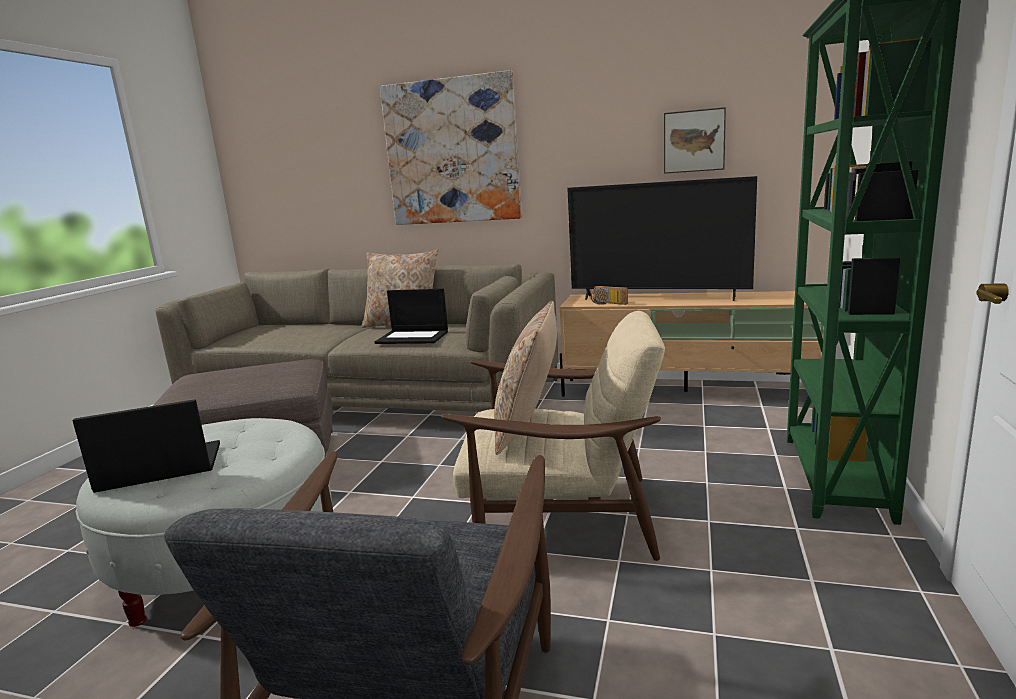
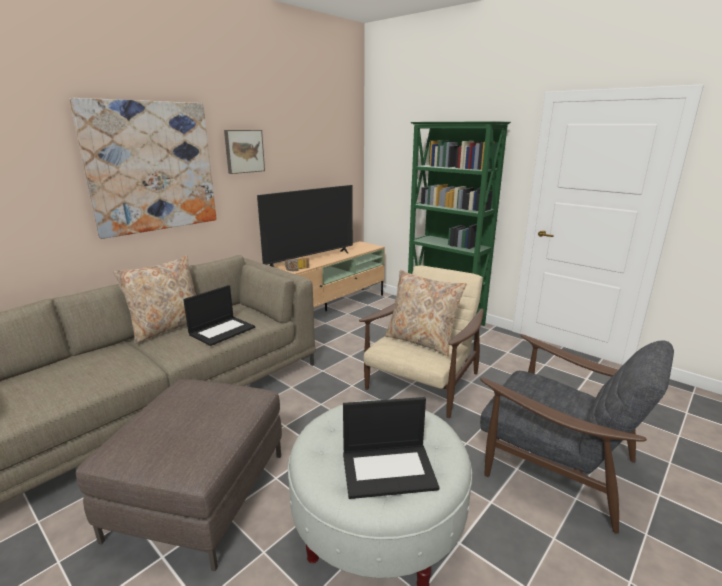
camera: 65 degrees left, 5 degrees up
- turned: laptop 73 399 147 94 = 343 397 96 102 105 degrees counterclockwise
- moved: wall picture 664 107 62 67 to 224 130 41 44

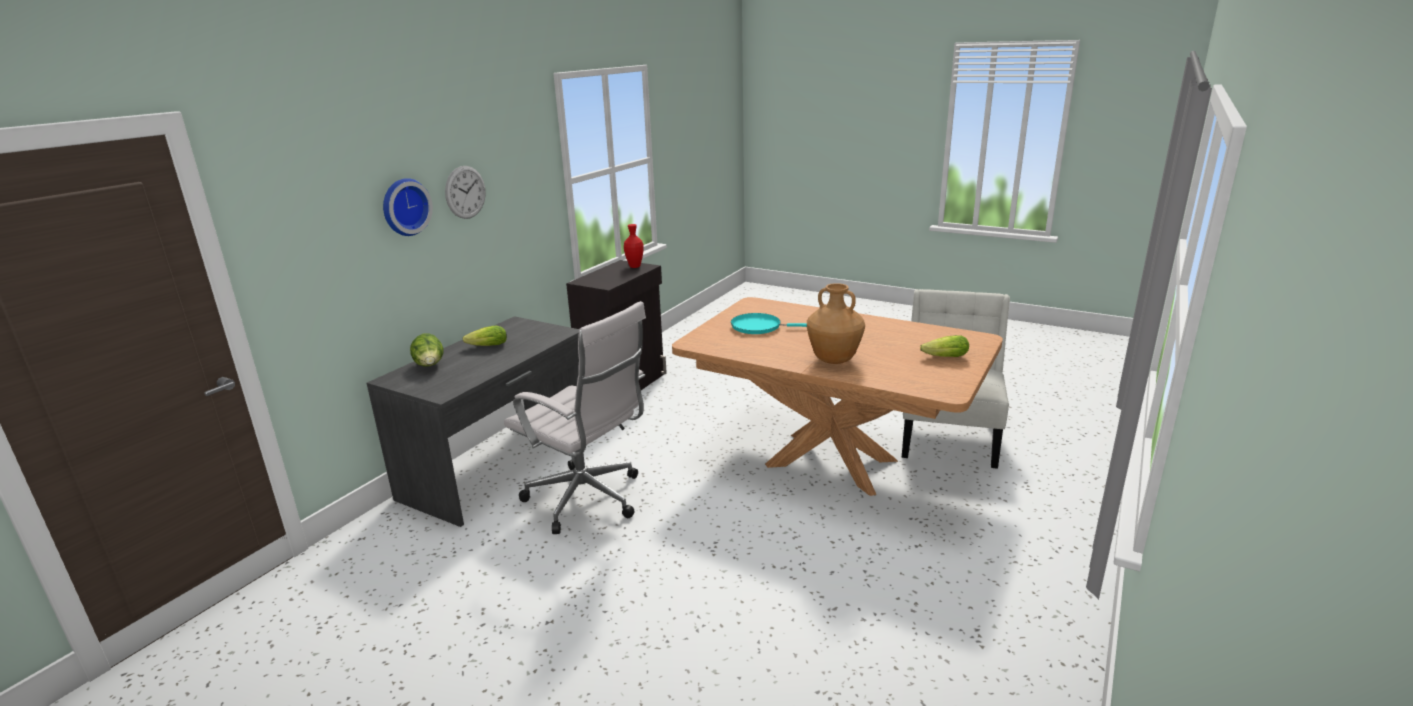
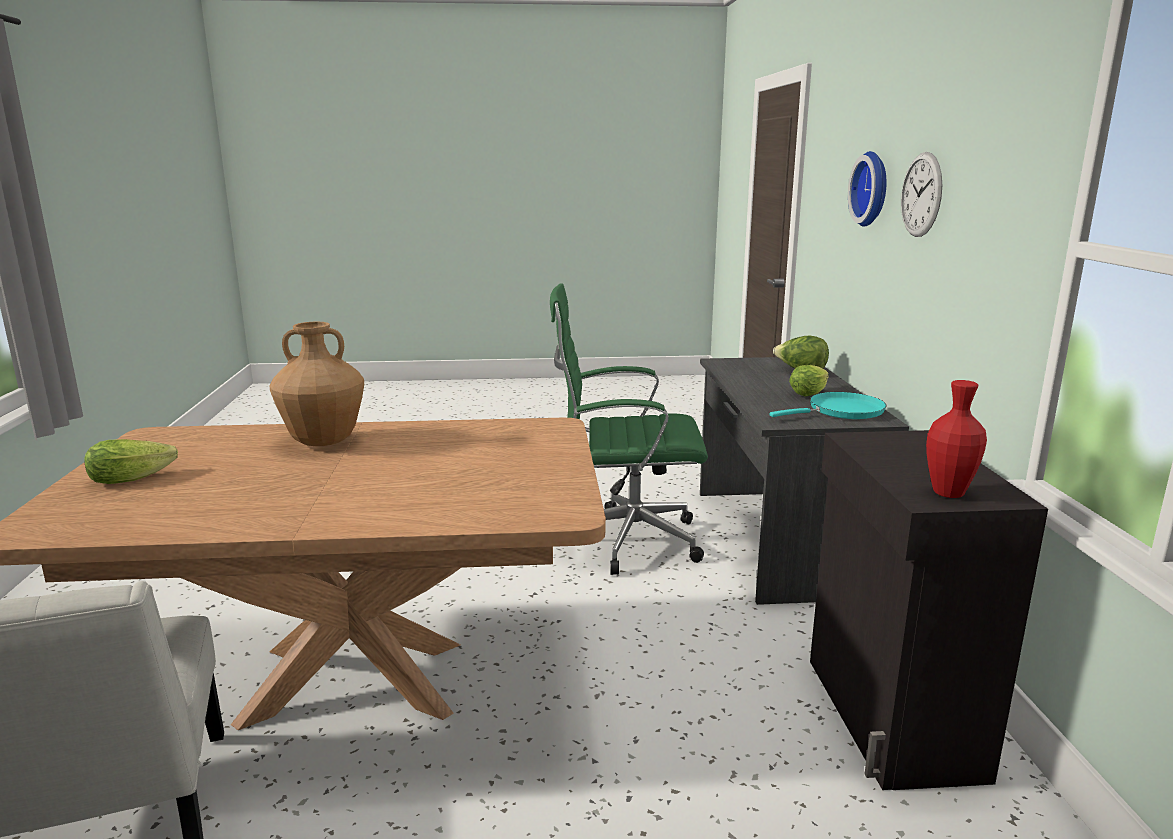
camera: 145 degrees right, 5 degrees down
- recoloured: whitish desk chair 504 301 142 233 to green desk chair 550 283 158 292
- moved: turquoise-coloured skillet 731 313 76 21 to 769 392 118 27

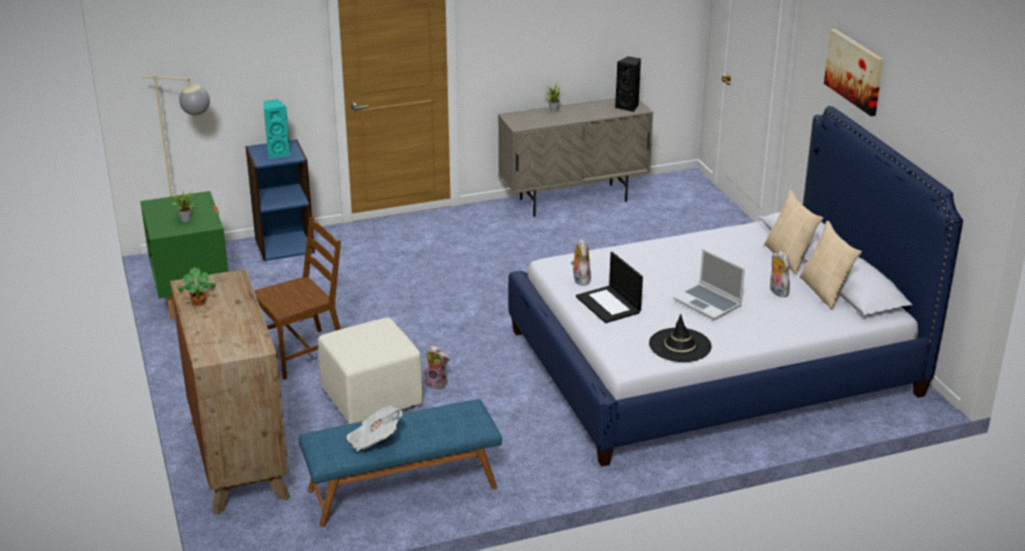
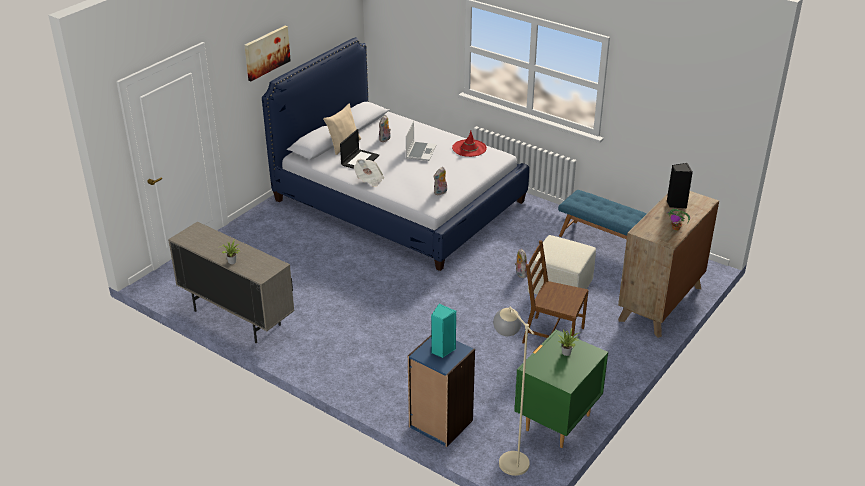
camera: 125 degrees left, 5 degrees up
- moved: daily paper 346 405 56 47 to 354 159 30 28
- moved: laptop 576 252 67 71 to 340 129 39 40
- moved: black audio speaker 615 56 26 56 to 667 163 26 45
- recoloured: black hat 649 314 63 48 to reddish hat 452 131 35 26
- removed: sand-coloured cushion 800 221 62 89

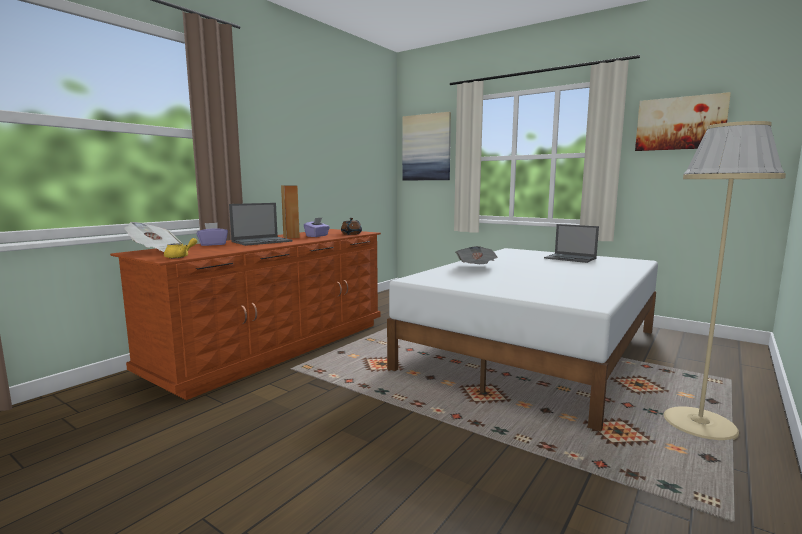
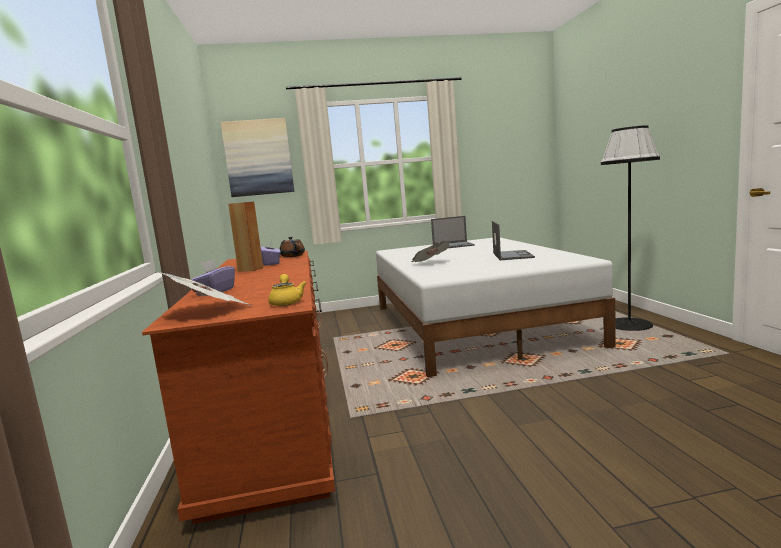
camera: 45 degrees left, 0 degrees up
- moved: laptop 229 203 63 43 to 492 221 43 39
- removed: wall picture 635 92 96 59
- recoloured: sand-coloured standard lamp 664 121 122 319 to black standard lamp 601 125 59 206

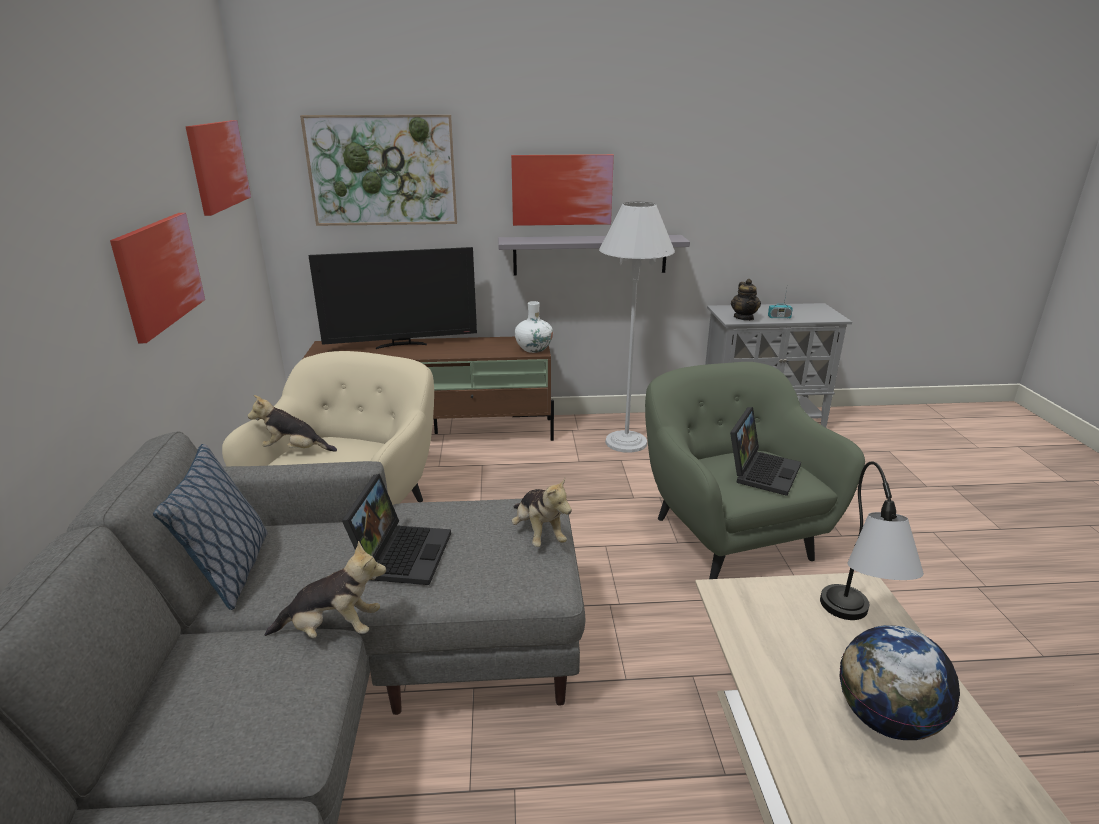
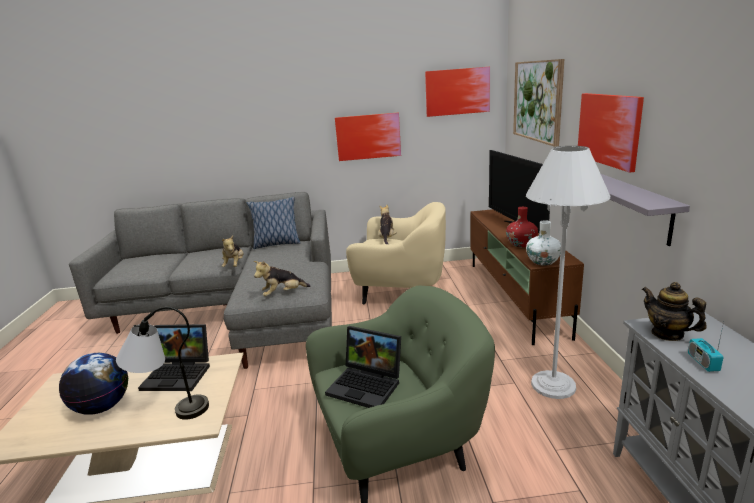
camera: 90 degrees right, 5 degrees down
- moved: laptop 342 474 109 111 to 138 324 72 67
- turned: tea pot 731 279 30 42 = 642 282 65 59 60 degrees clockwise
- added: reddish flower vase 506 207 32 40

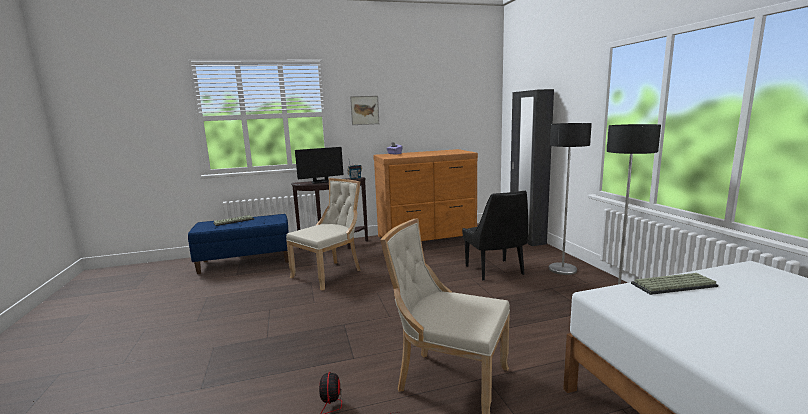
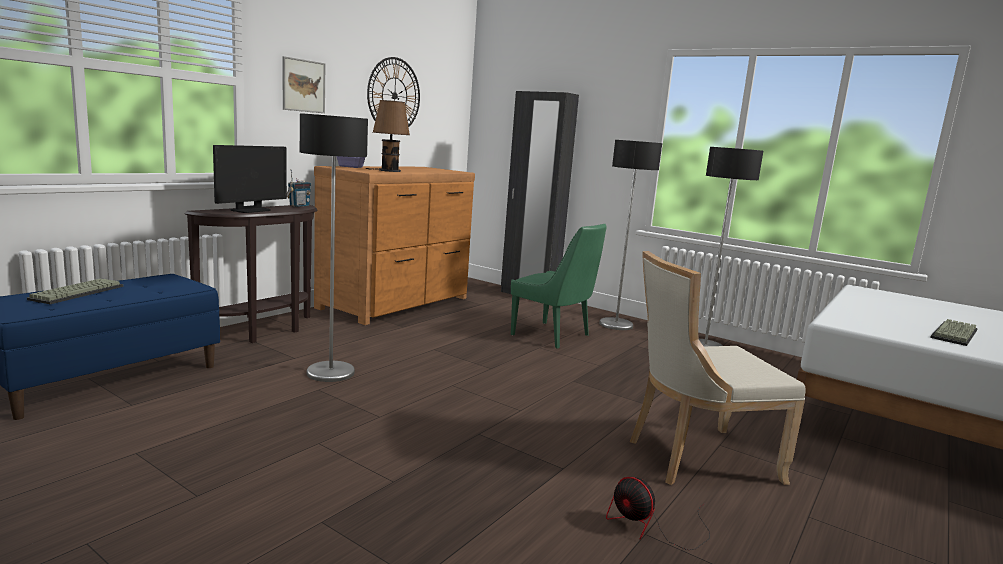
camera: 40 degrees left, 0 degrees up
- replaced: sand-coloured chair 286 178 75 113 to standard lamp 300 113 68 269
- recoloured: black chair 462 191 66 90 to green chair 511 224 96 125
- moved: computer keyboard 631 273 87 22 to 930 319 48 27
- added: brown-coloured table lamp 365 100 45 72
- added: clock on the wall 367 57 53 70

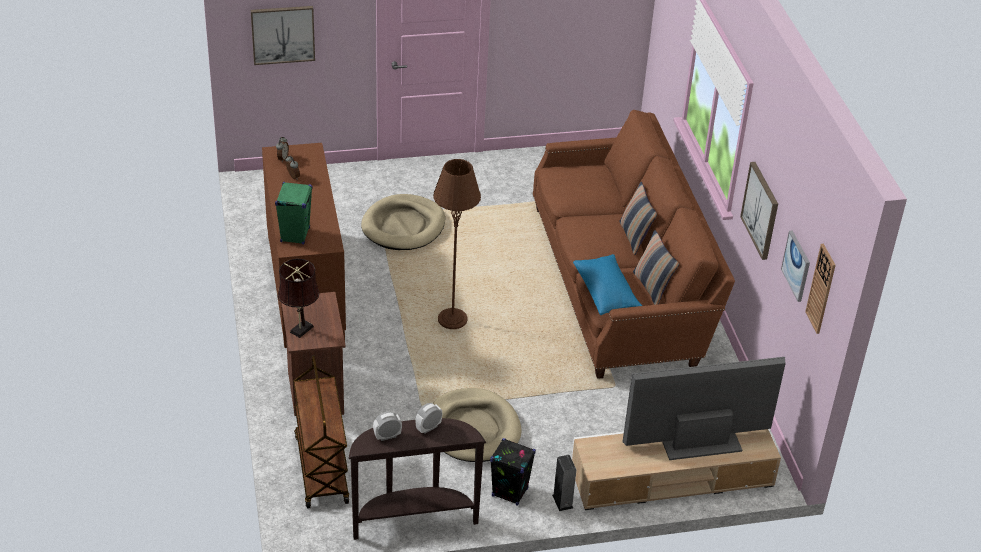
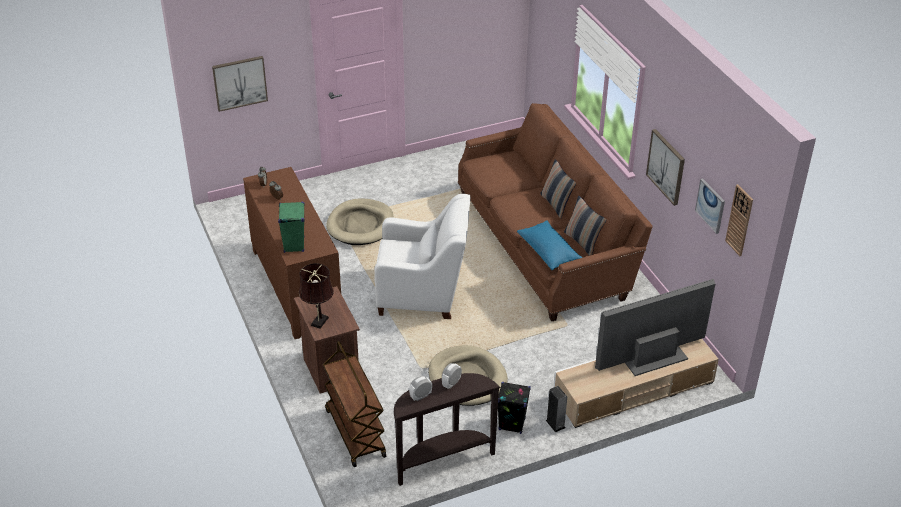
camera: 10 degrees left, 0 degrees up
- replaced: brown-coloured standard lamp 433 159 48 170 to whitish easy chair 374 194 96 125

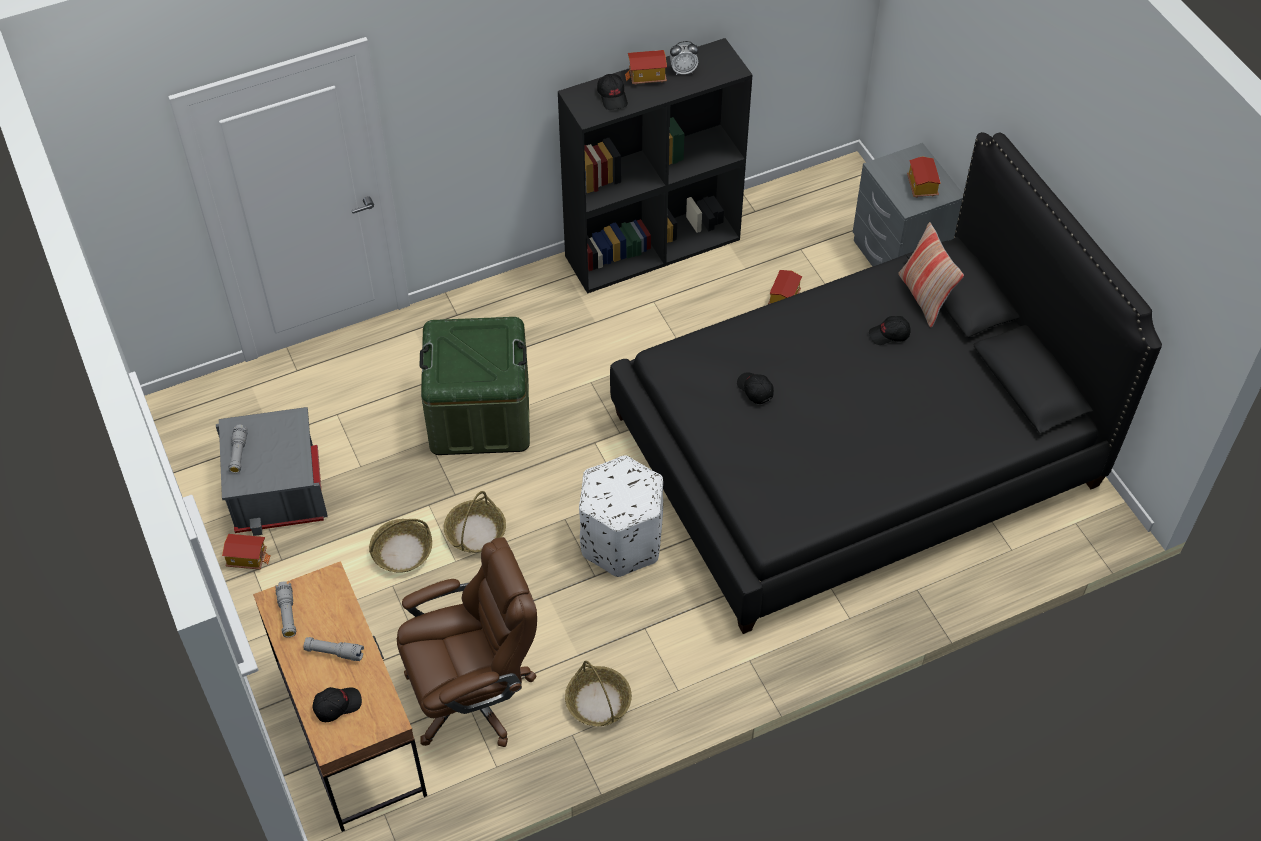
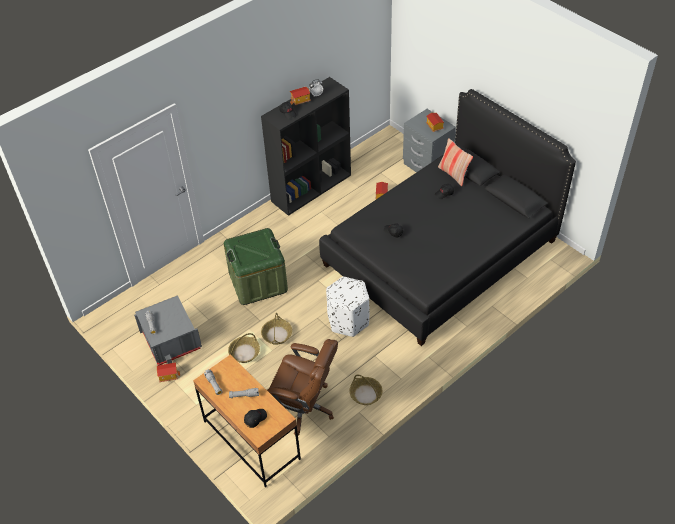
camera: 15 degrees left, 5 degrees down
- turned: brown-coloured desk chair 397 537 140 210 = 267 339 71 96 60 degrees clockwise

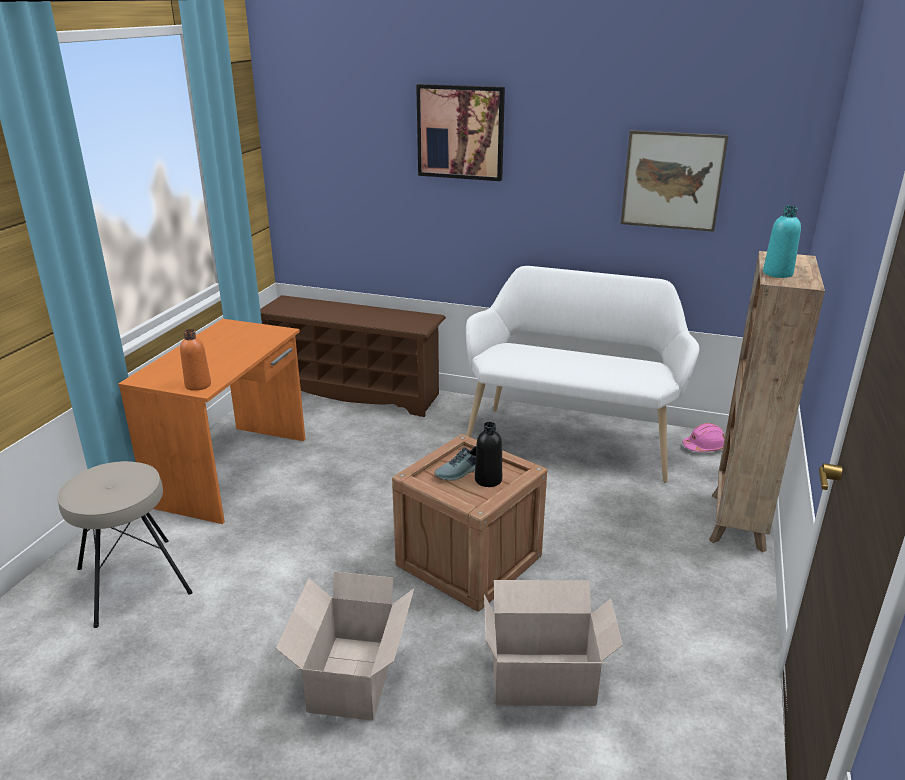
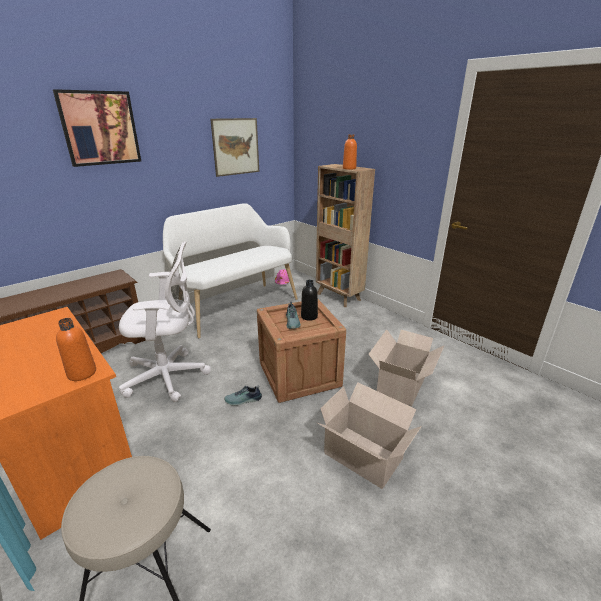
camera: 60 degrees left, 0 degrees up
- recoloured: turquoise-coloured bottle 763 206 38 72 to orangey bottle 343 134 14 36
- added: whitish desk chair 119 242 92 160
- added: low shoe 224 385 38 21

